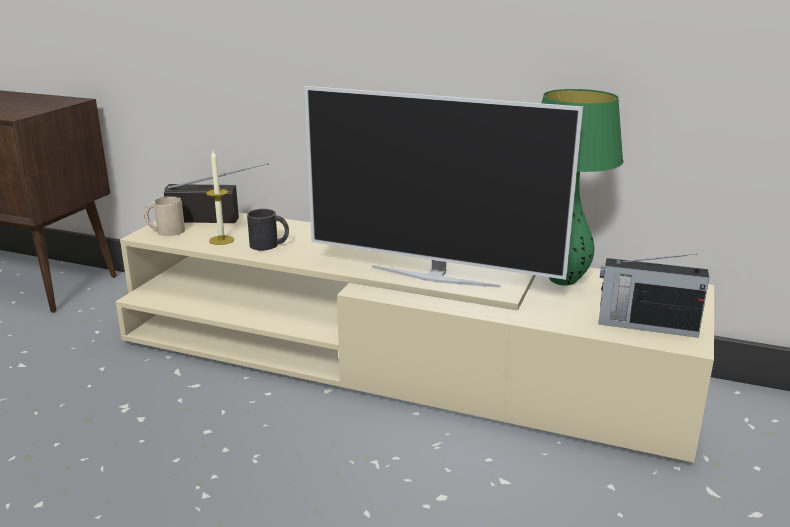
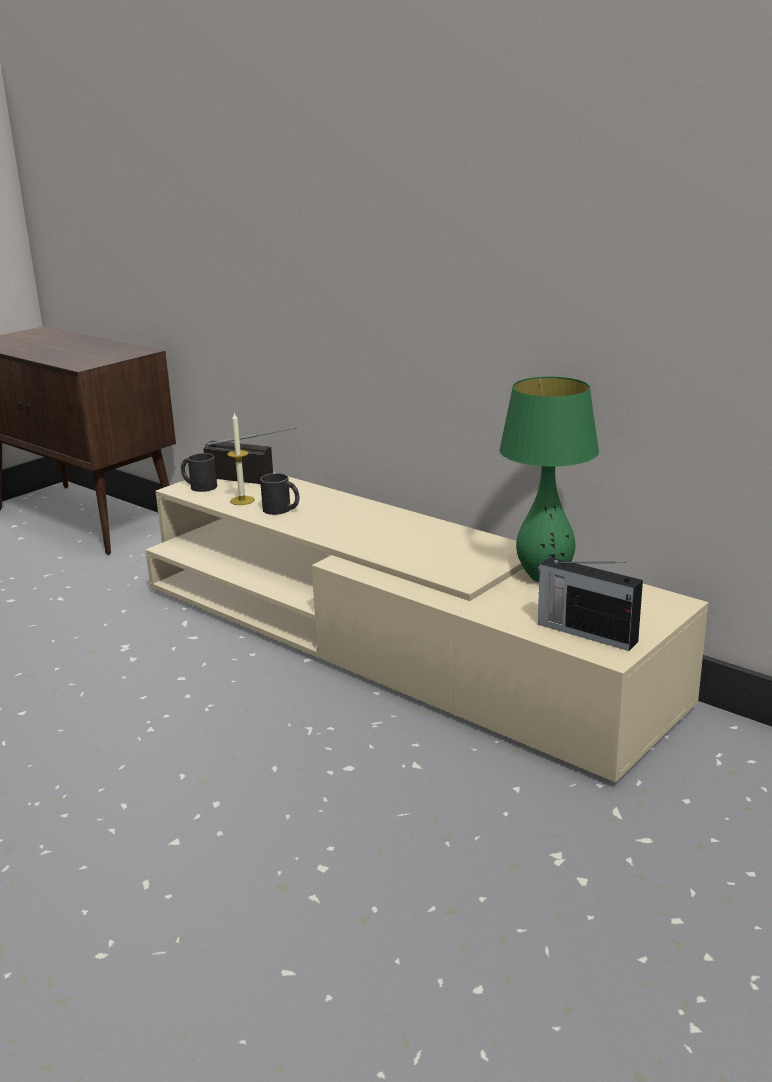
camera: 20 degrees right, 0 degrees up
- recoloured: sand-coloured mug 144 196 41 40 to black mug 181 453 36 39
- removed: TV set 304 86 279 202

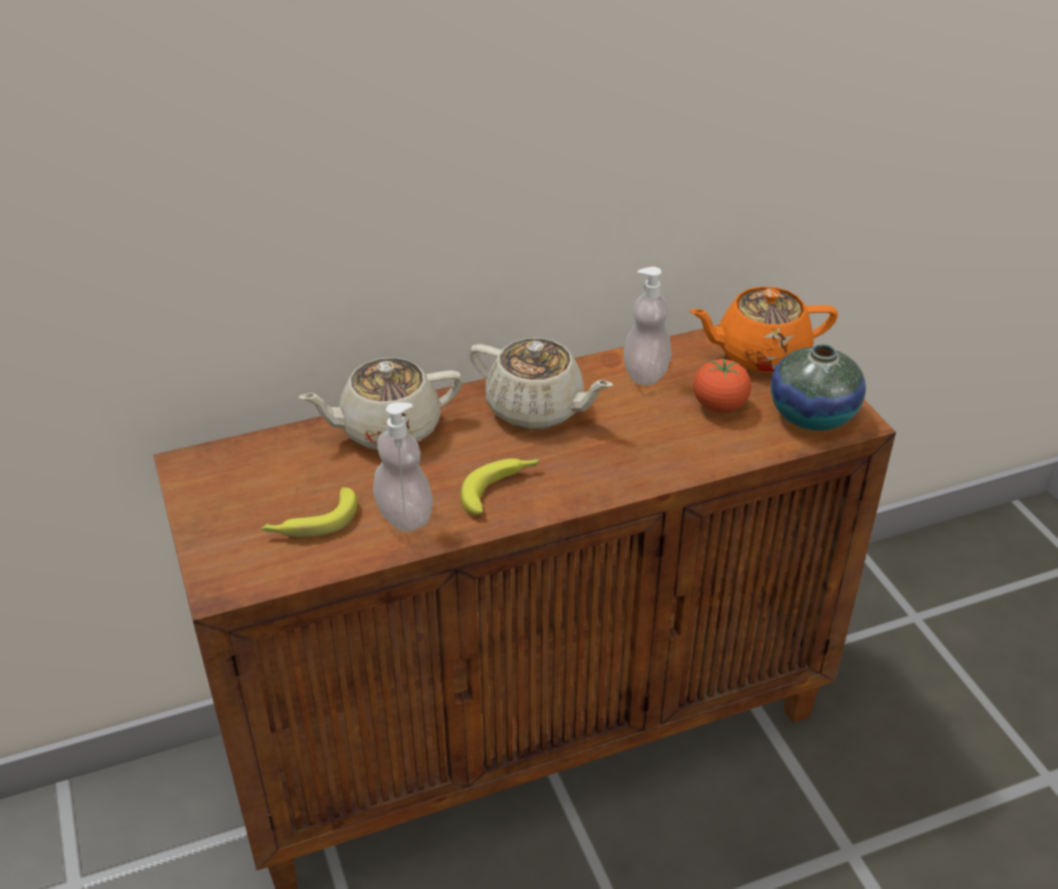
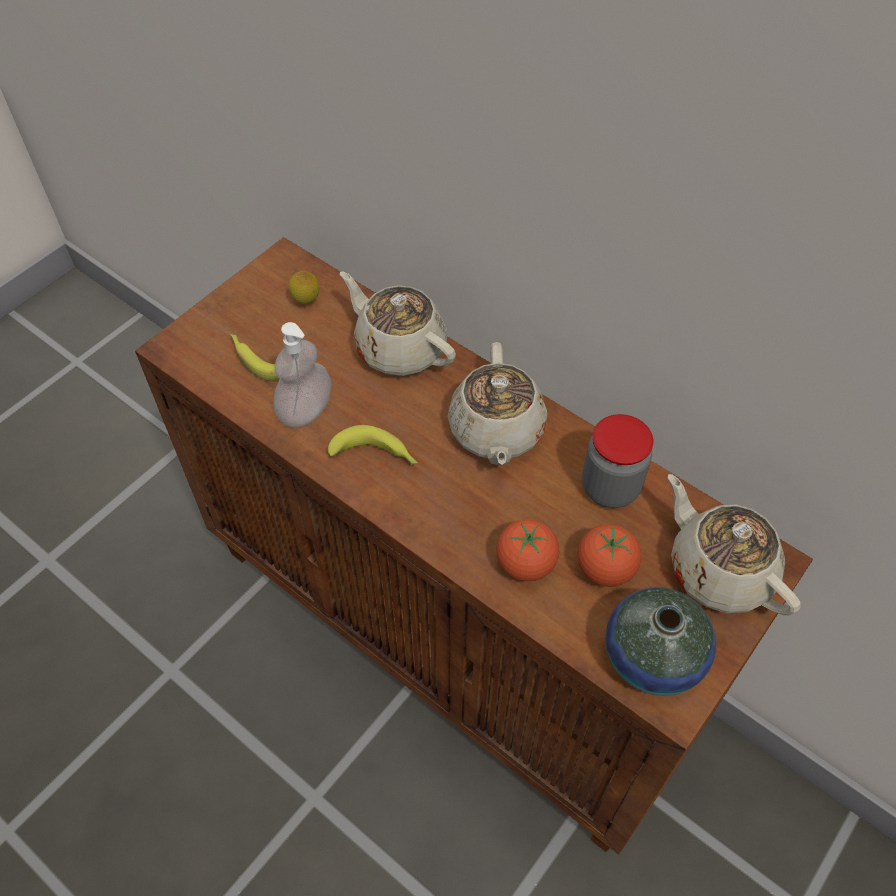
camera: 60 degrees right, 15 degrees up
- replaced: soap dispenser 623 267 48 118 to jar 582 414 71 94
- recoloured: orangey tea pot 689 287 149 86 to sand-coloured tea pot 668 474 133 141
- added: citrus fruit 289 271 30 33
- added: tomato 496 519 63 62

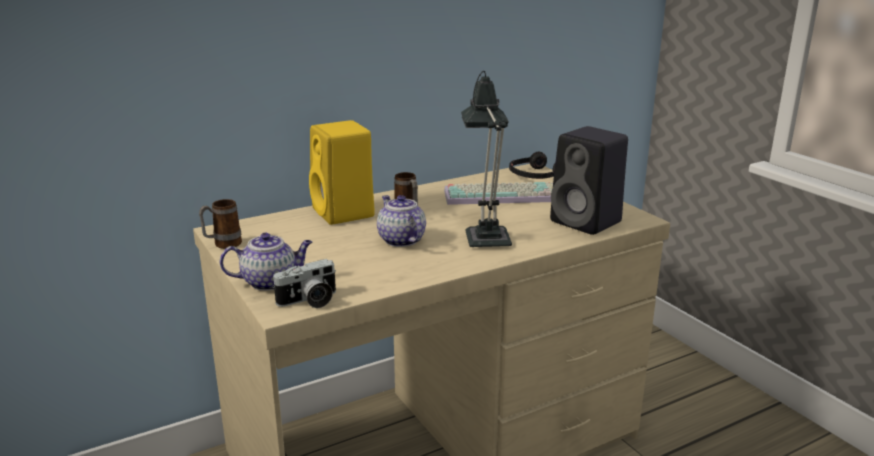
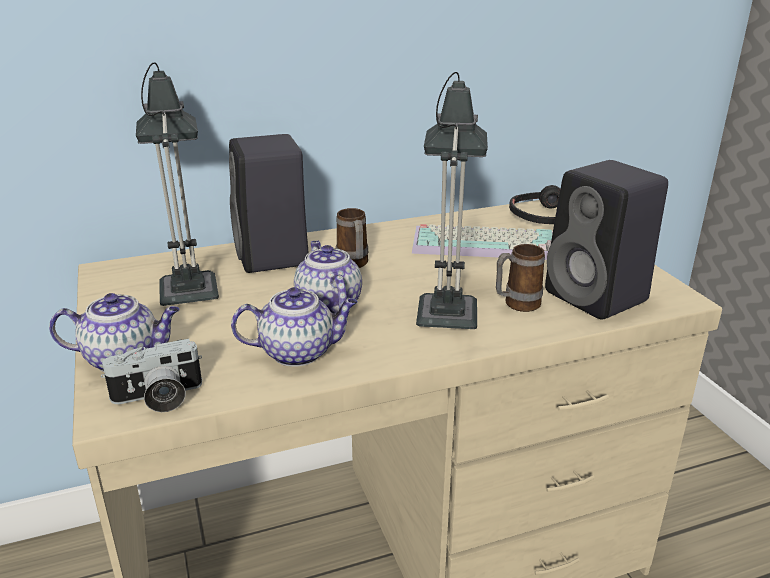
camera: 10 degrees right, 5 degrees up
- moved: mug 199 199 43 50 to 496 244 49 68
- recoloured: yellow-coloured audio speaker 309 120 66 105 to black audio speaker 229 134 80 139
- added: table lamp 136 62 83 244
- added: tea pot 231 287 127 80

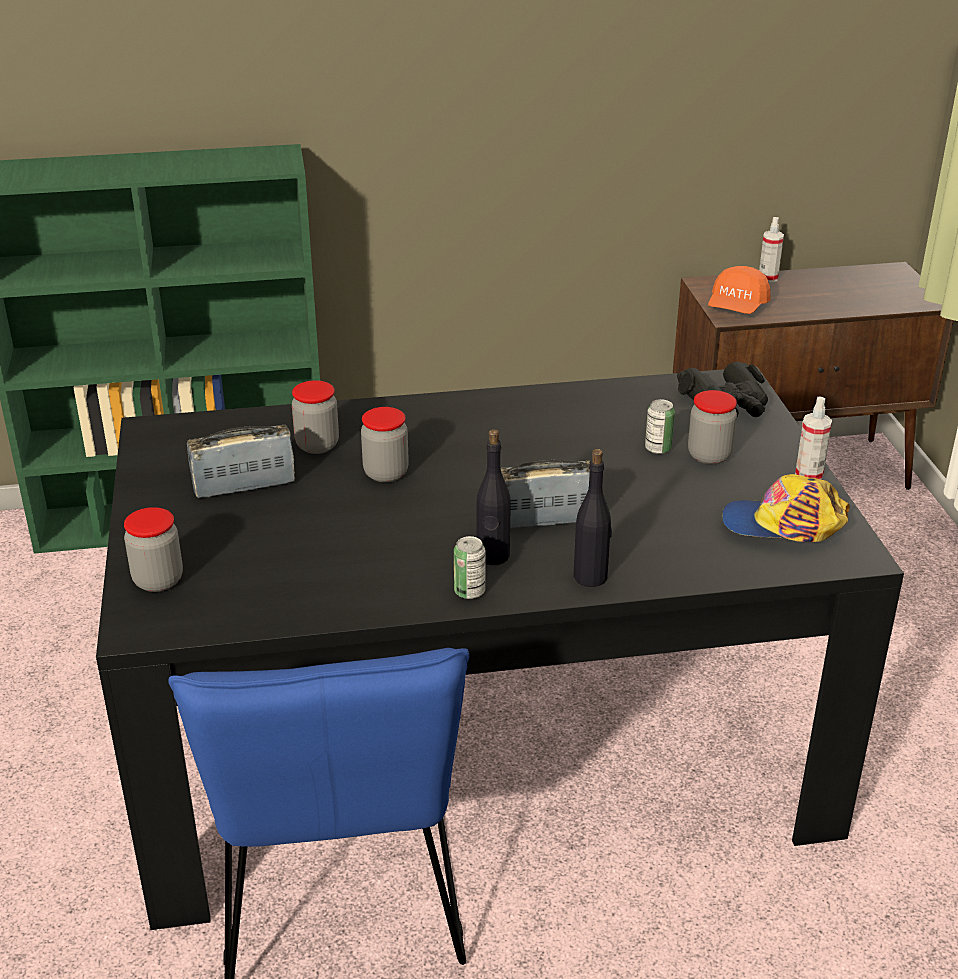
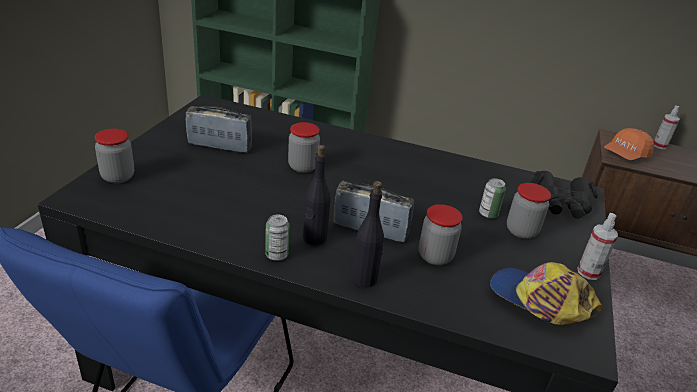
camera: 25 degrees right, 0 degrees up
- moved: jar 292 380 47 74 to 419 204 44 61

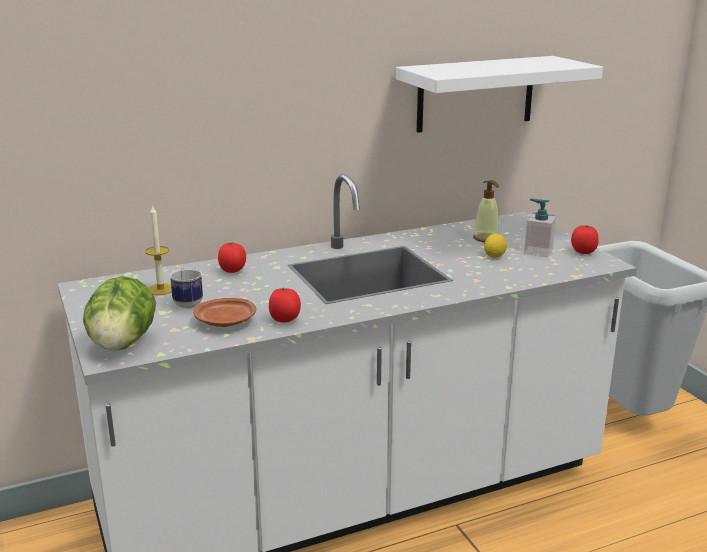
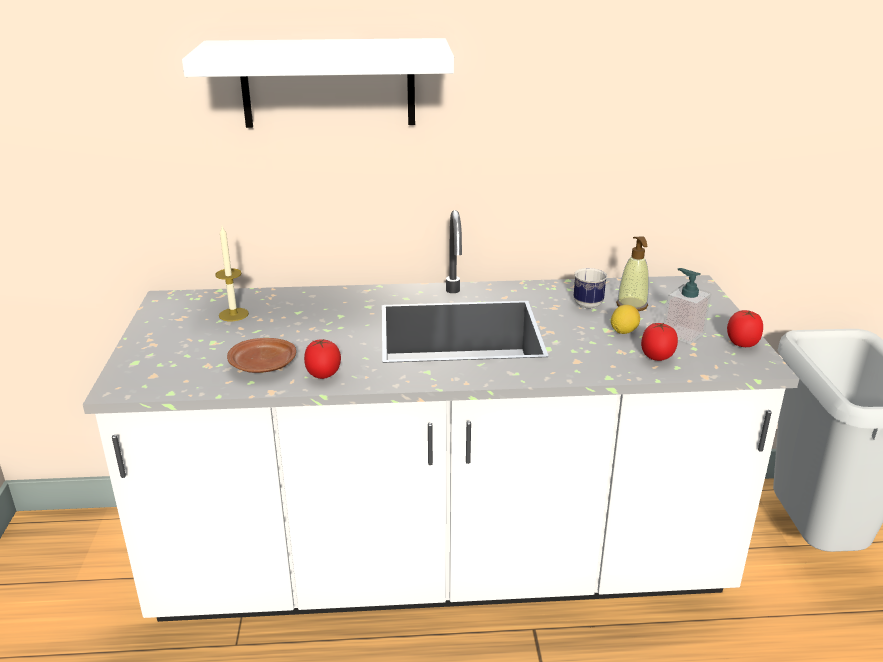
camera: 20 degrees right, 5 degrees up
- removed: lettuce 83 276 73 75
- moved: mug 169 268 34 40 to 574 268 33 41
- moved: tomato 218 242 28 31 to 641 323 37 38
- moved: whitish bracket shelf 396 56 207 77 to 182 38 272 90

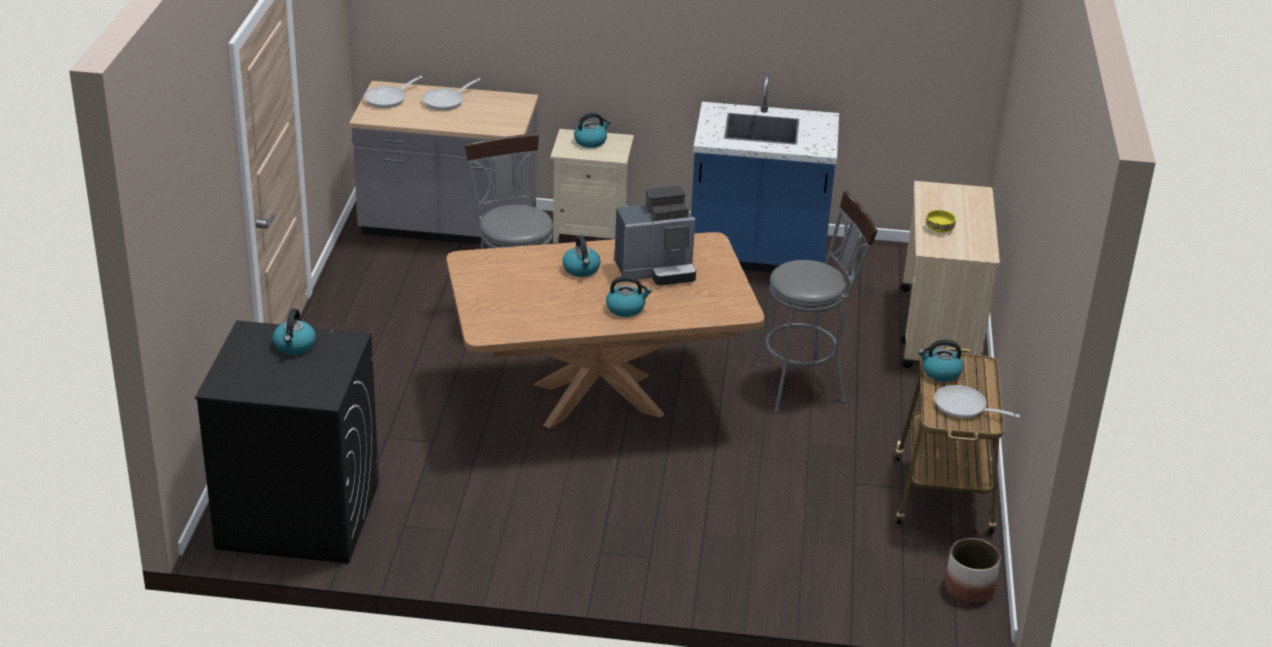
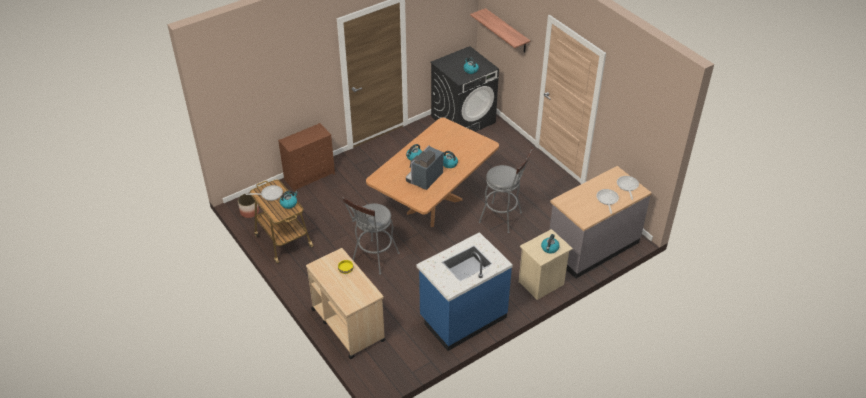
camera: 140 degrees right, 10 degrees up
- added: brown-coloured chest of drawers 278 123 57 69
- added: bracket shelf 470 8 61 45

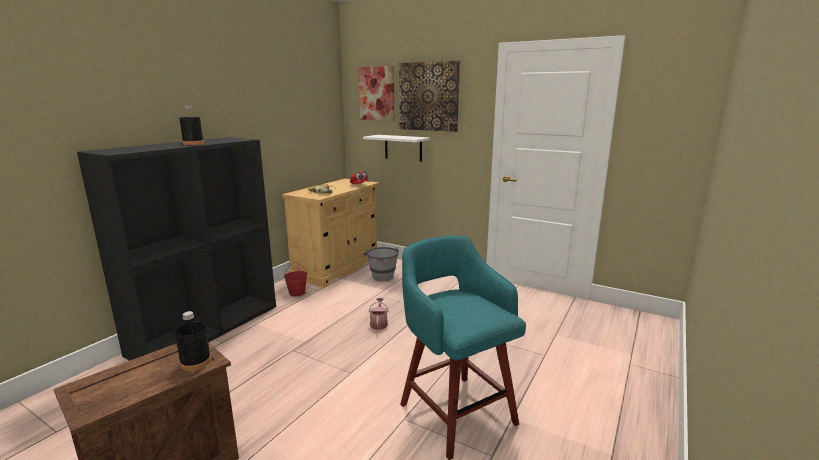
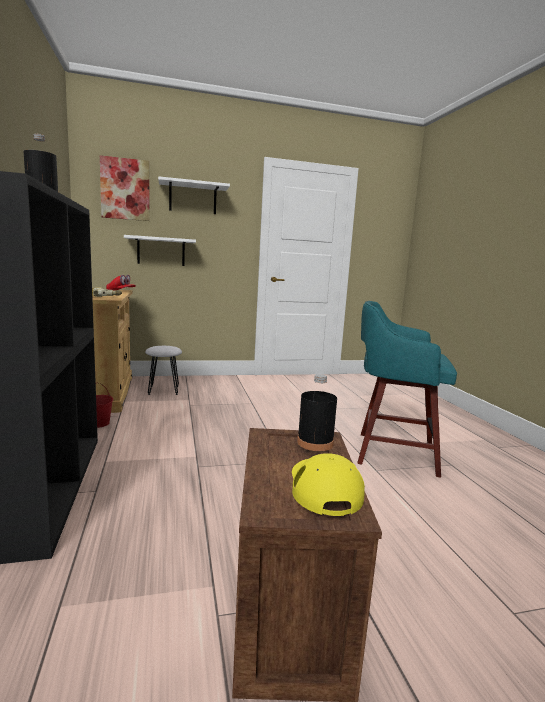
camera: 45 degrees left, 5 degrees down
- replaced: gray pail 363 247 36 34 to whitish stool 145 346 37 49
- removed: watering pot 369 298 19 32
- replaced: wall picture 399 61 61 71 to whitish bracket shelf 158 176 72 38
- added: yellow-coloured cap 292 453 73 63

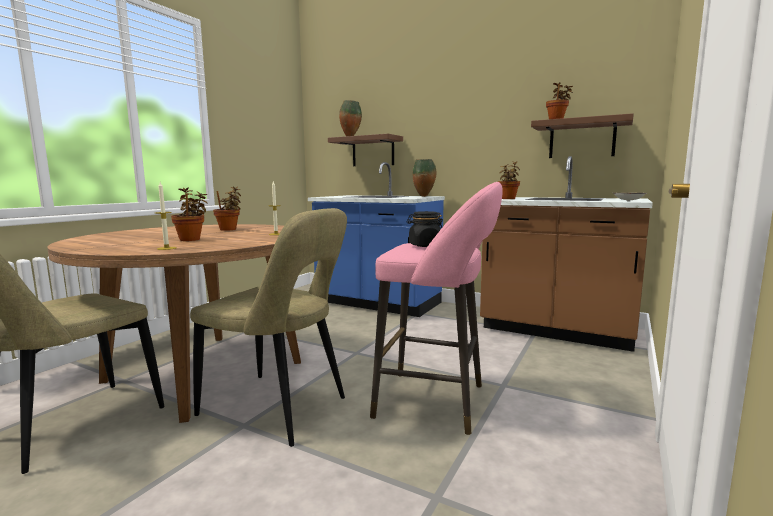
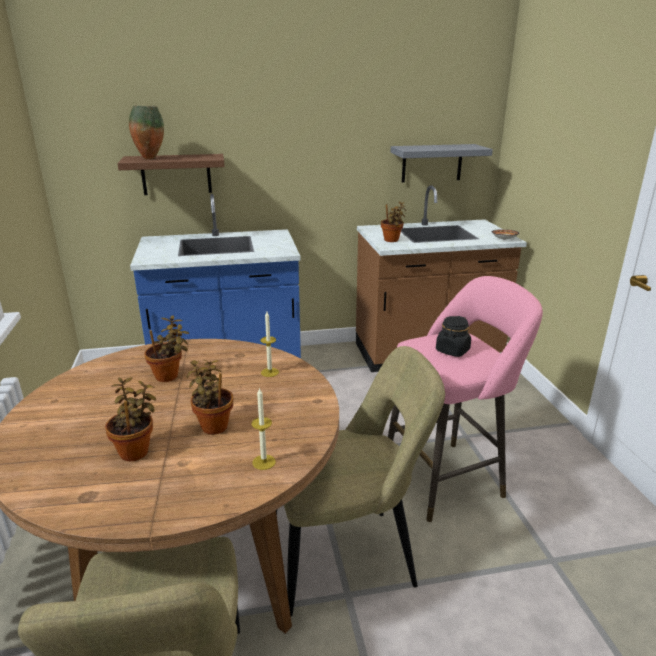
camera: 40 degrees left, 15 degrees up
- removed: flower vase 413 159 23 38
- recoloured: brown-coloured bracket shelf 531 113 103 45 to gray bracket shelf 391 144 102 38
- moved: potted plant 546 82 27 37 to 105 377 51 84

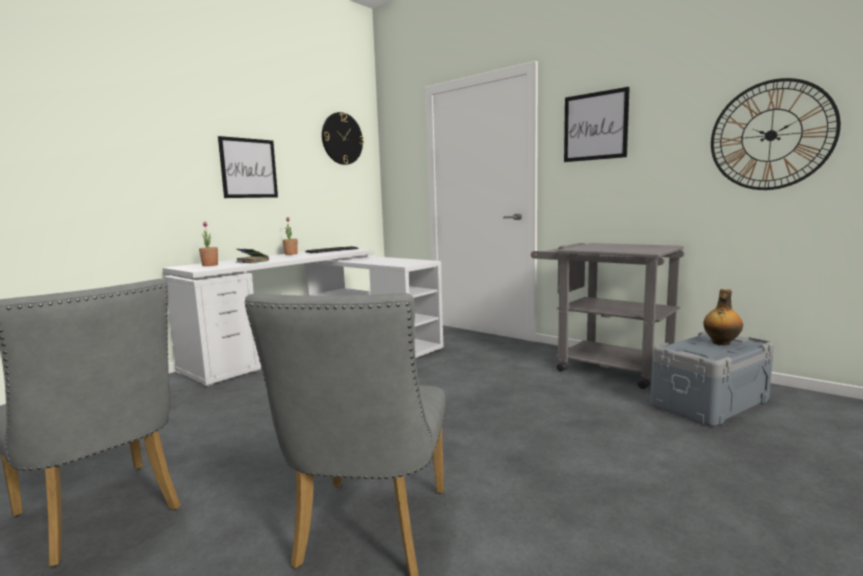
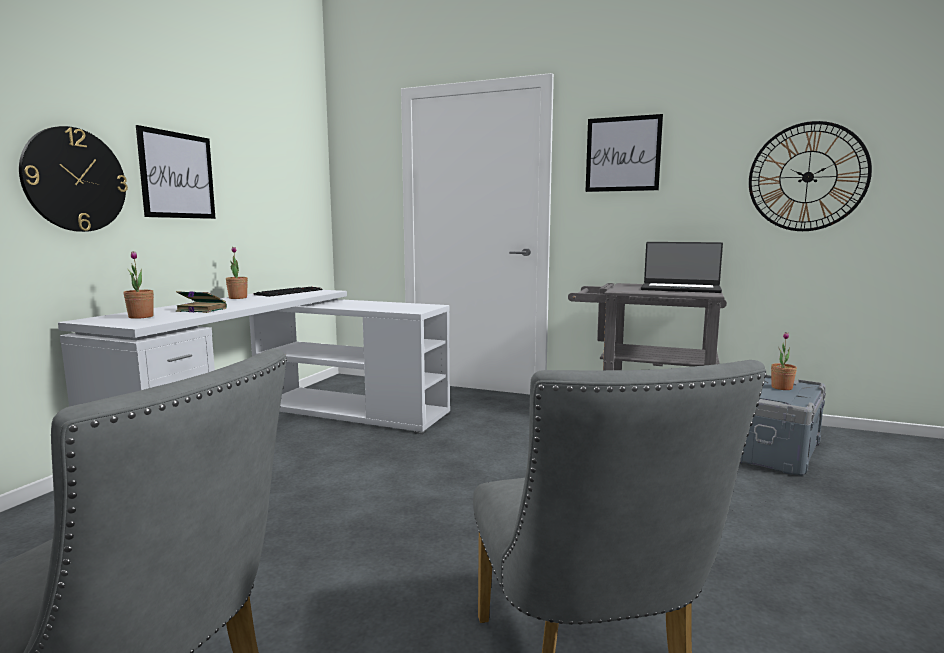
camera: 20 degrees left, 0 degrees up
- moved: clock on the wall 322 112 42 53 to 19 126 109 106
- replaced: bottle 703 289 40 56 to potted plant 771 332 26 58
- added: laptop 641 242 82 51

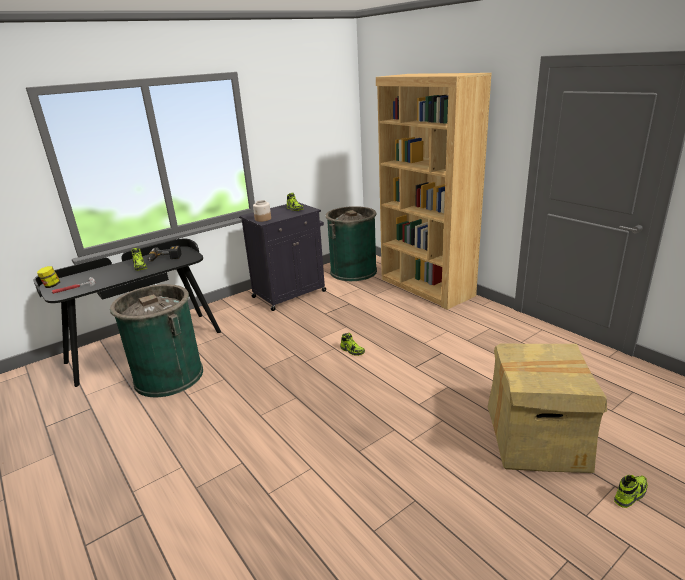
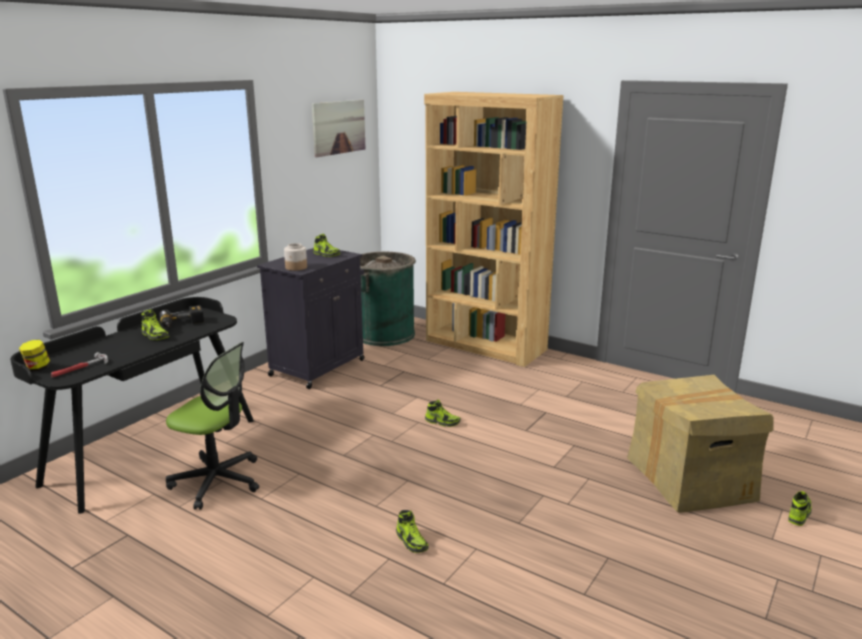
camera: 20 degrees left, 5 degrees down
- replaced: green rubbish bin 110 284 93 113 to desk chair 166 342 93 168
- added: wall picture 312 100 53 57
- added: low shoe 396 510 33 43

